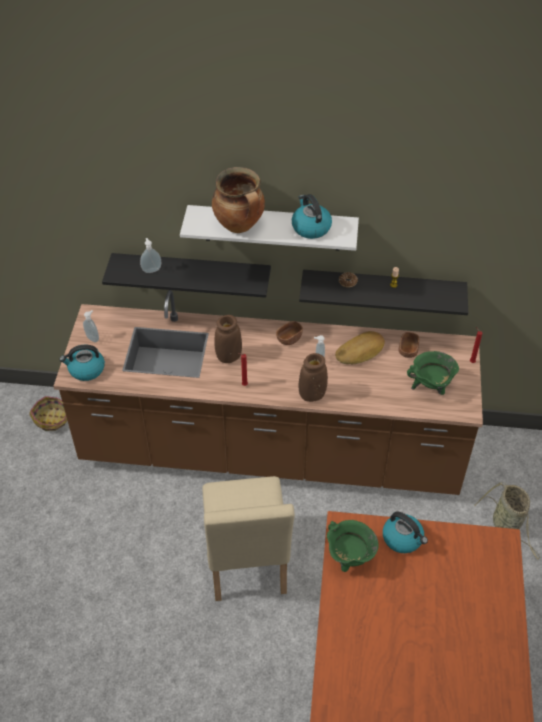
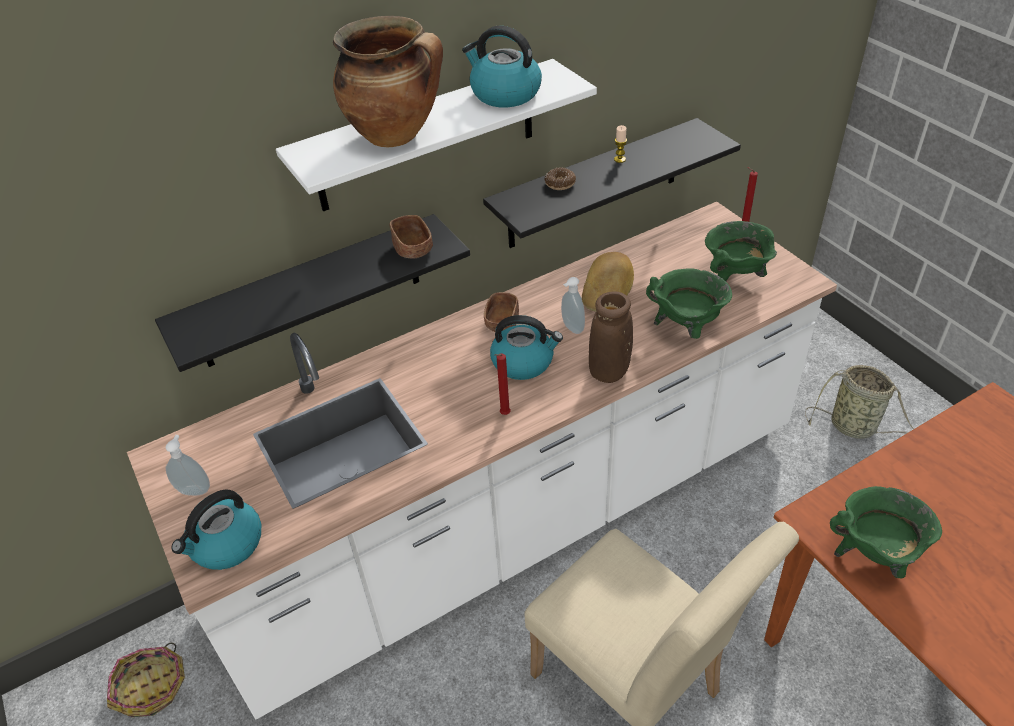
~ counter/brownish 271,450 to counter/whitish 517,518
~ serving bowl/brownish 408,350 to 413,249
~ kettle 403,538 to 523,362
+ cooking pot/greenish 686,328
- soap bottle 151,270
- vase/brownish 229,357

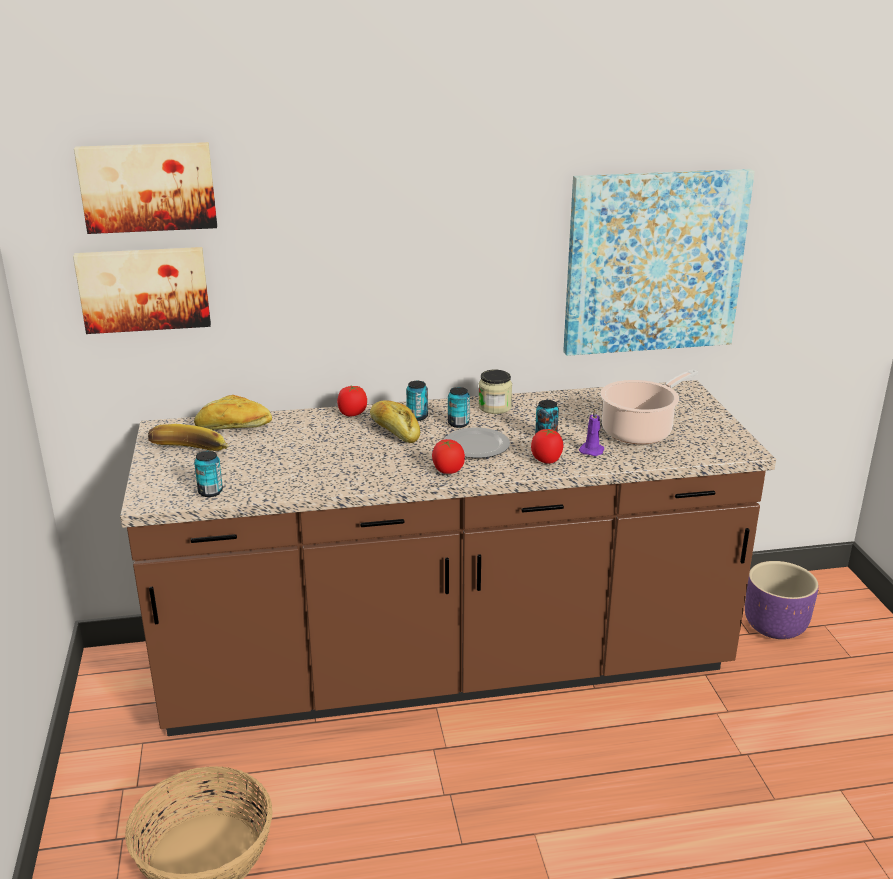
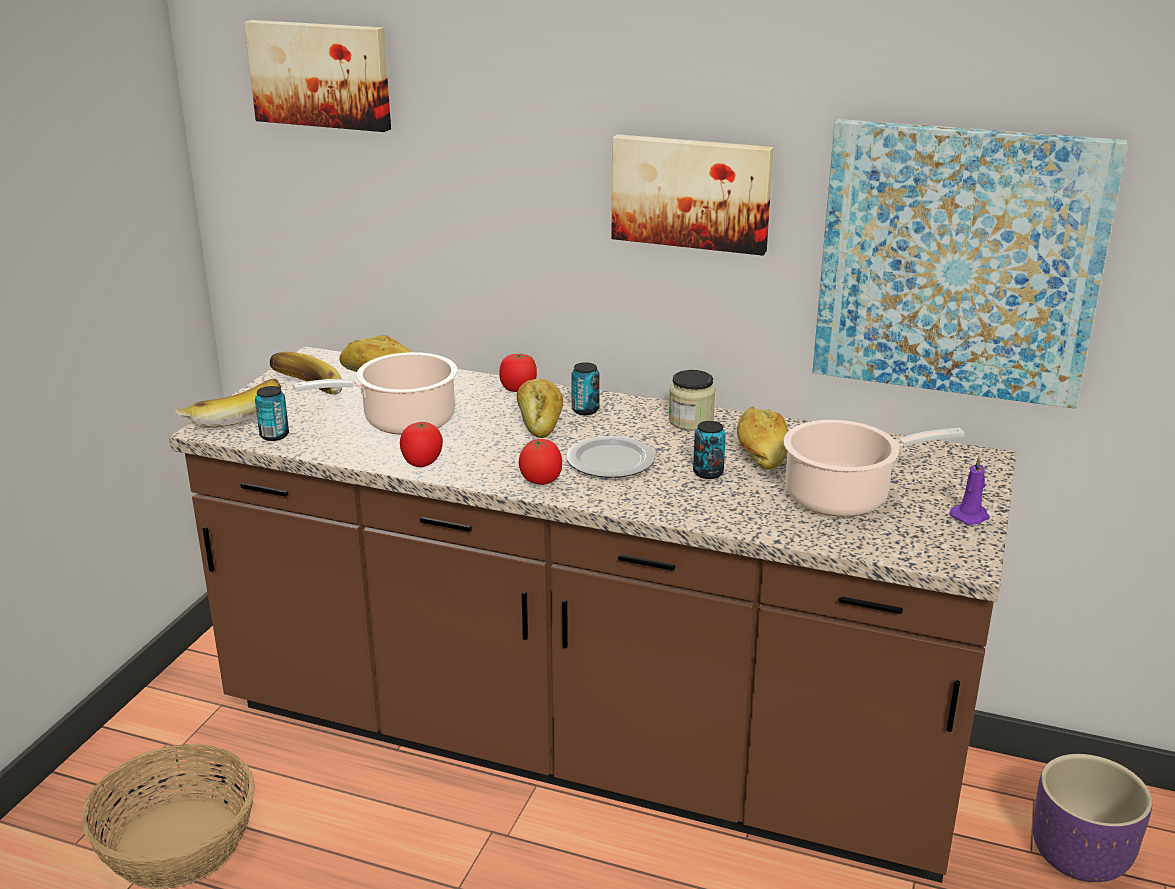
+ banana fruit 233,415
+ cooking pot 403,421
~ whole tomato 546,460 to 422,462
~ picture 144,288 to 691,192
+ bread 760,452
~ wax candle/purplish 592,450 to 970,516
- sealed can 458,424

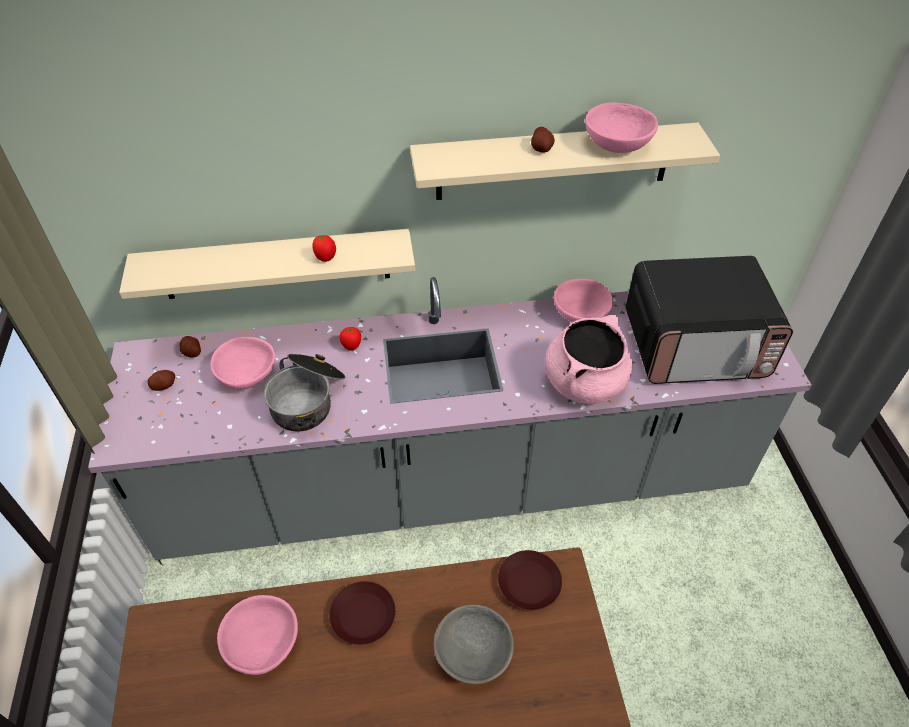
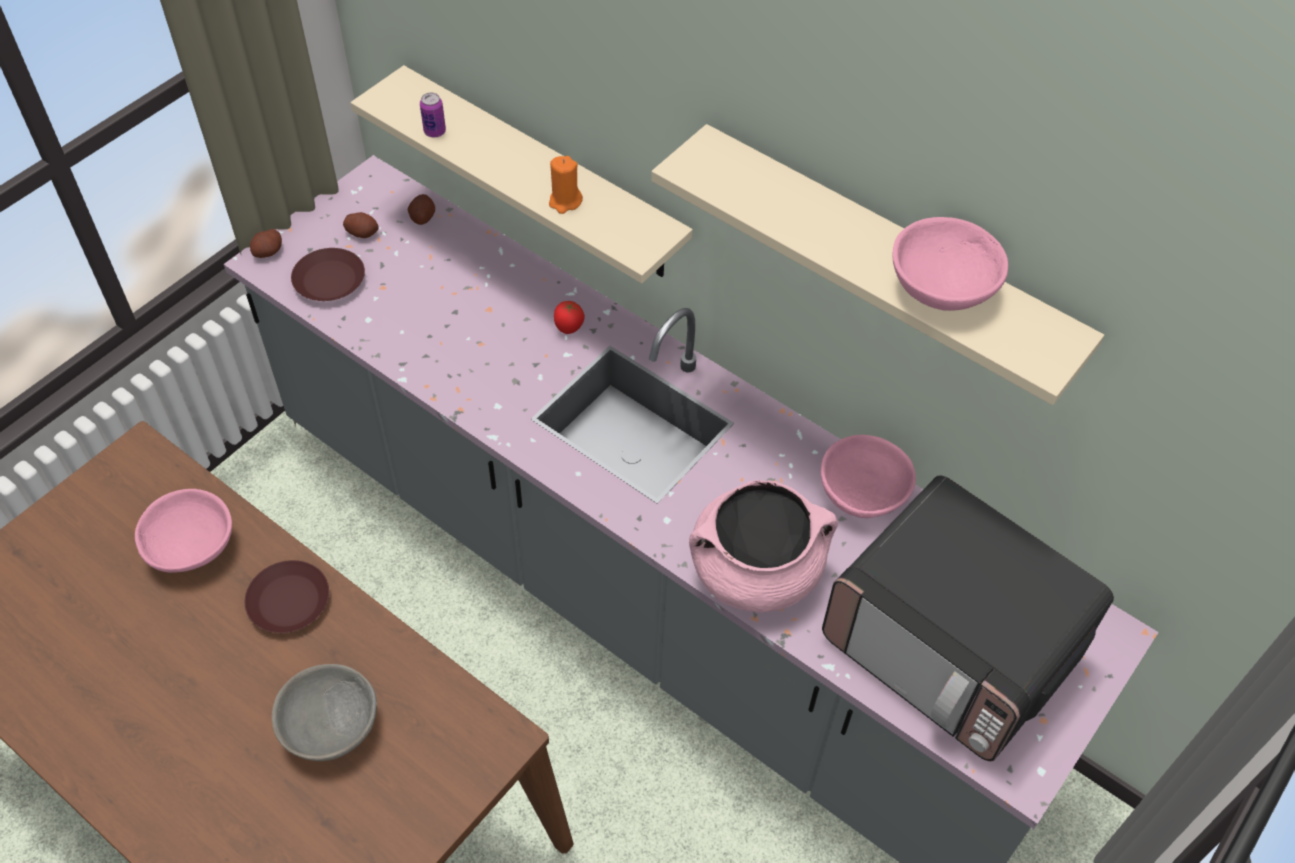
~ spud 541,148 to 268,252
~ flat dish/brownish 530,583 to 330,281
+ sealed can 435,131
~ whole tomato 326,258 to wax candle/orange 565,201
- serving bowl/pink 247,376
- cooking pot 308,400

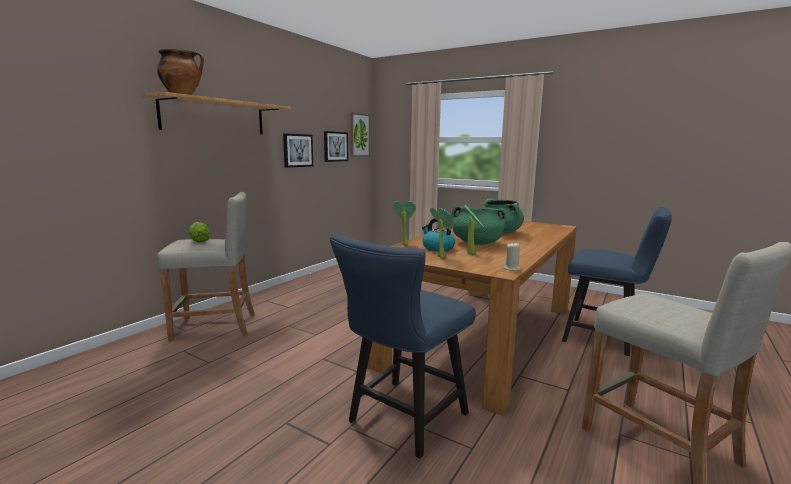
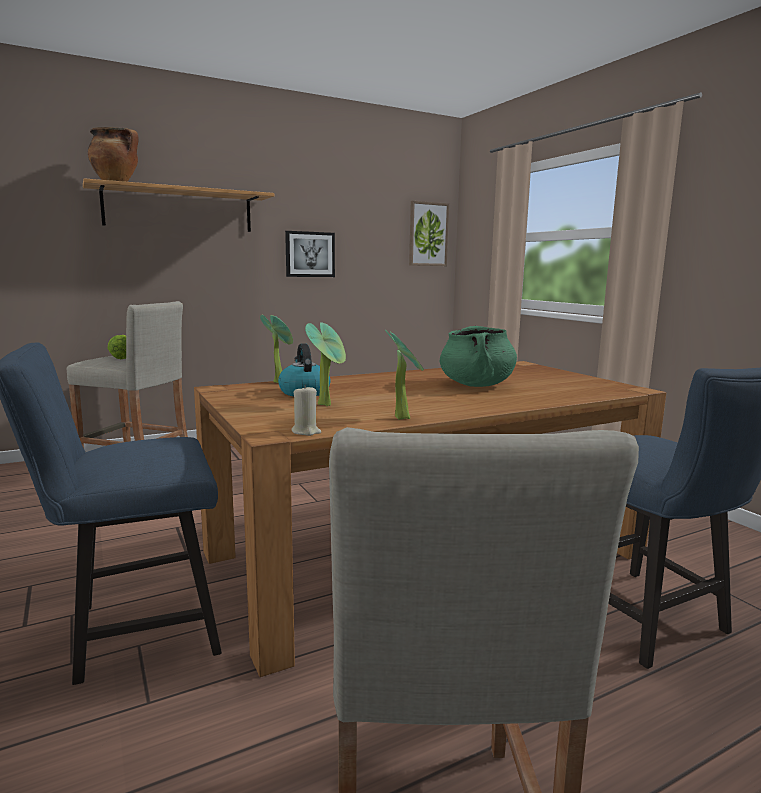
~ potted plant 441,256 to 403,417
- picture 335,146
- cooking pot/greenish 477,243

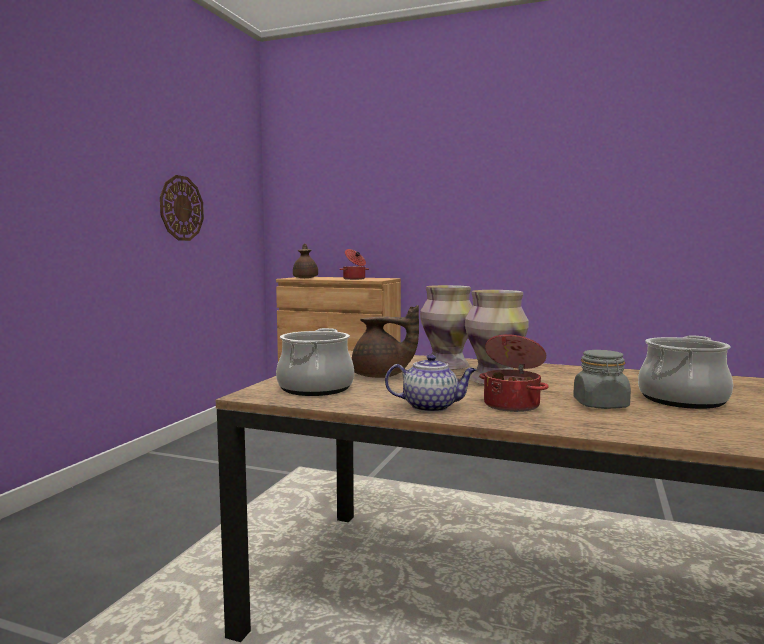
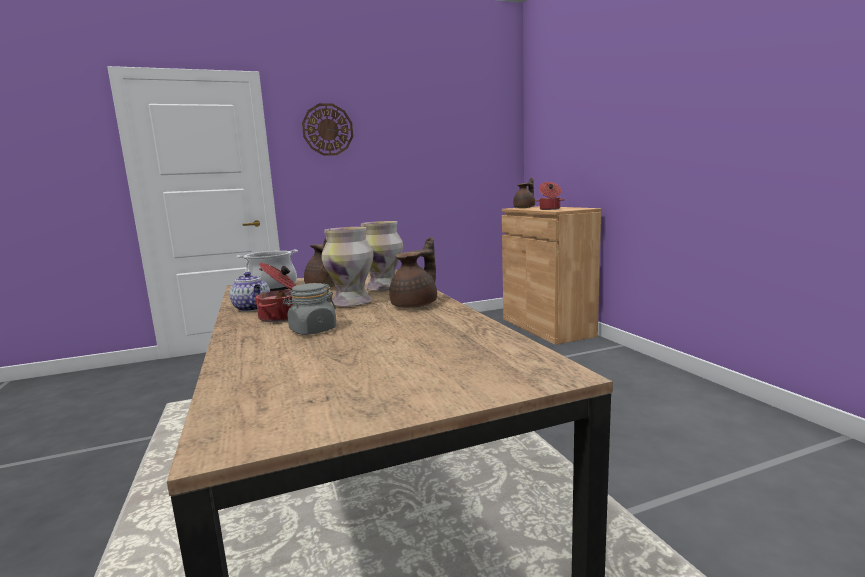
~ hanging clock 181,208 to 327,129
+ pot for tea/brownish 416,305
- cooking pot 682,399

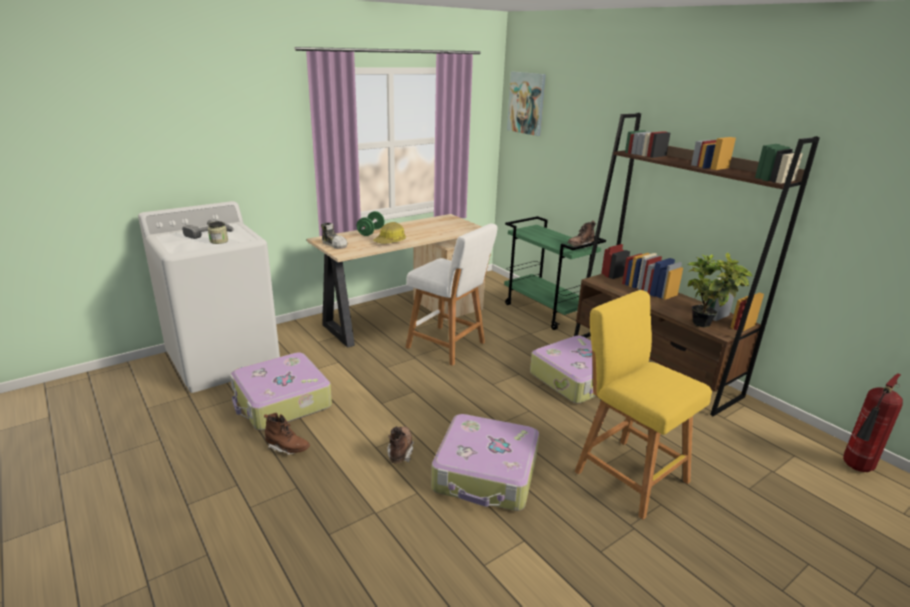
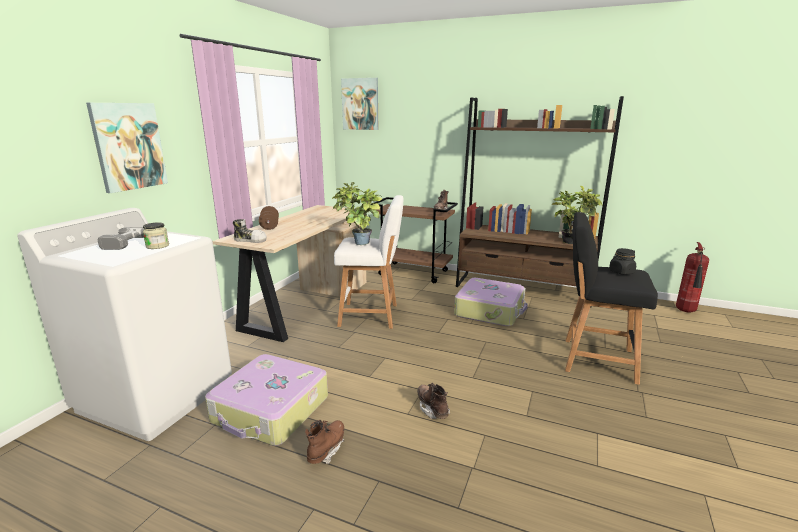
+ picture 128,146
~ hand weight/greenish 371,232 to hand weight/brownish 269,226
~ boot/brownish 287,448 = 326,449 60 degrees counterclockwise
+ potted plant 358,244
~ trolley/greenish 546,311 to trolley/brownish 414,273
~ stool/yellow-coloured 626,473 to stool/black-coloured 594,359
+ storage jar/black-coloured 621,272
- work helmet 390,241
- piece of luggage 486,474

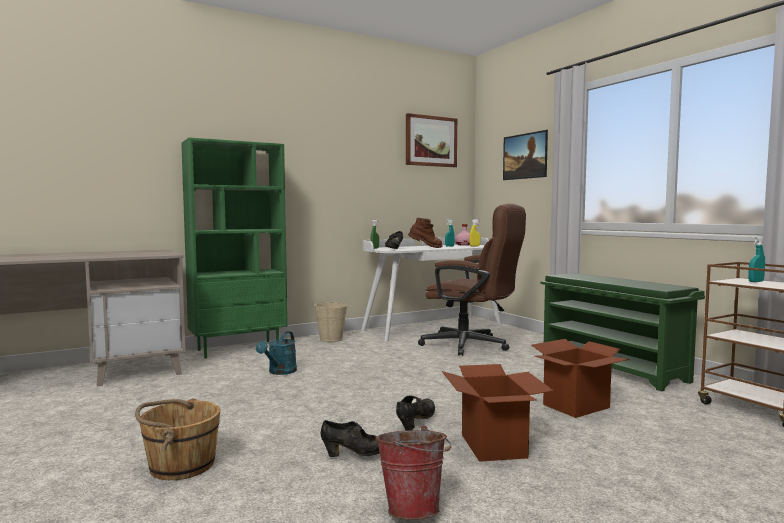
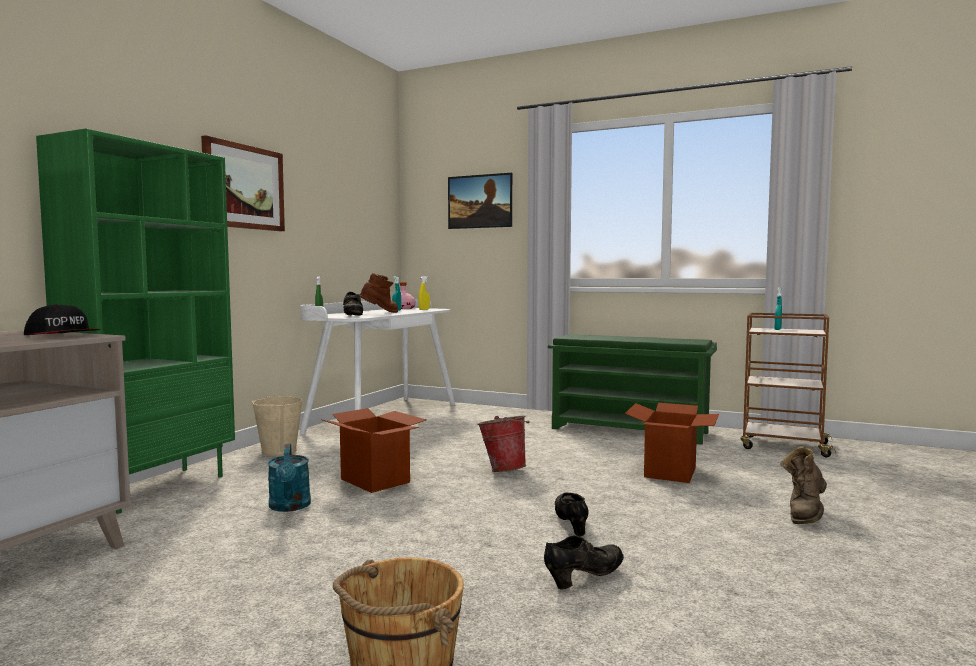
+ peaked cap 63,336
~ picture 431,141 to 243,187
~ packing box 493,446 to 375,481
~ water bucket 413,508 to 503,469
+ boot/brownish 805,514
- office chair/brownish 472,346

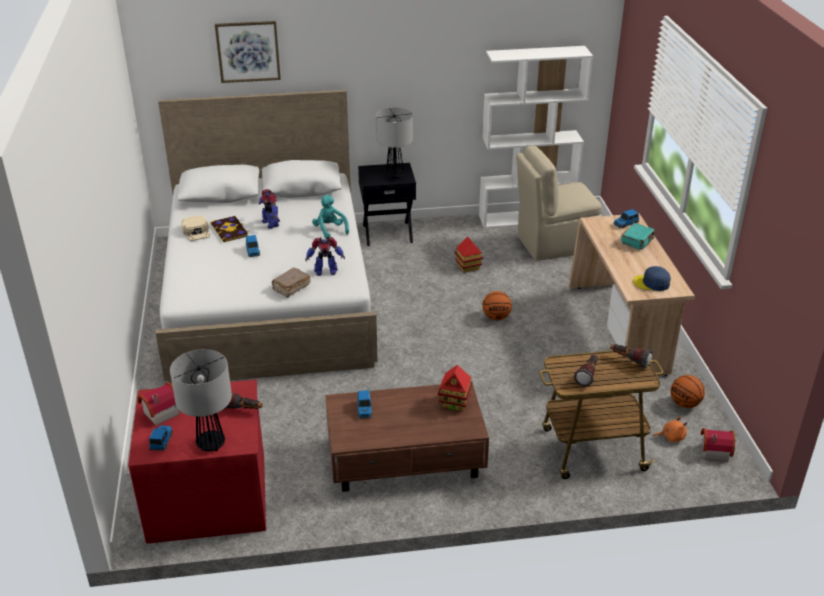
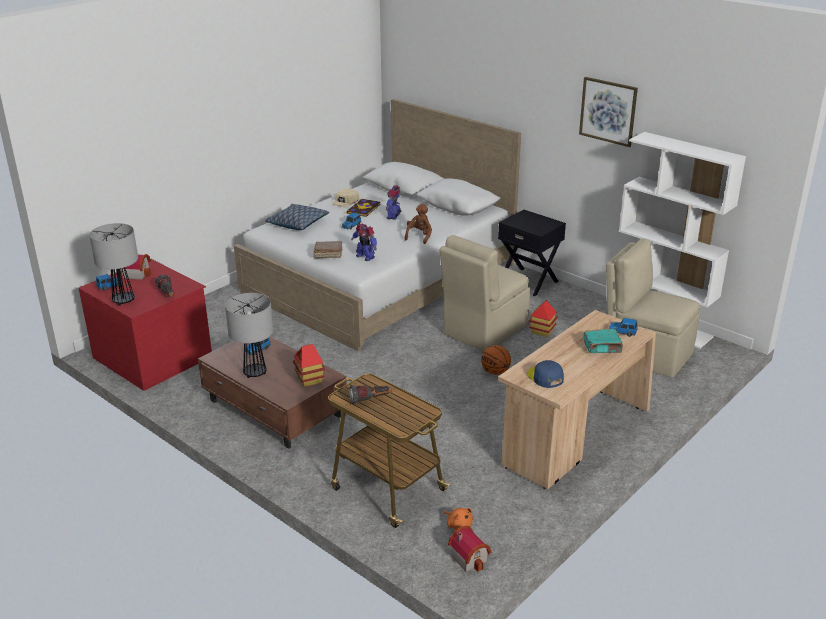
~ lamp for a table 395,176 to 255,373
+ throw pillow 297,223
~ soft toy/turquoise 330,230 to soft toy/brownish 419,236
+ chair/beige 483,331
~ picture 248,51 to 608,111
- torch 629,361
- basketball ball 685,404

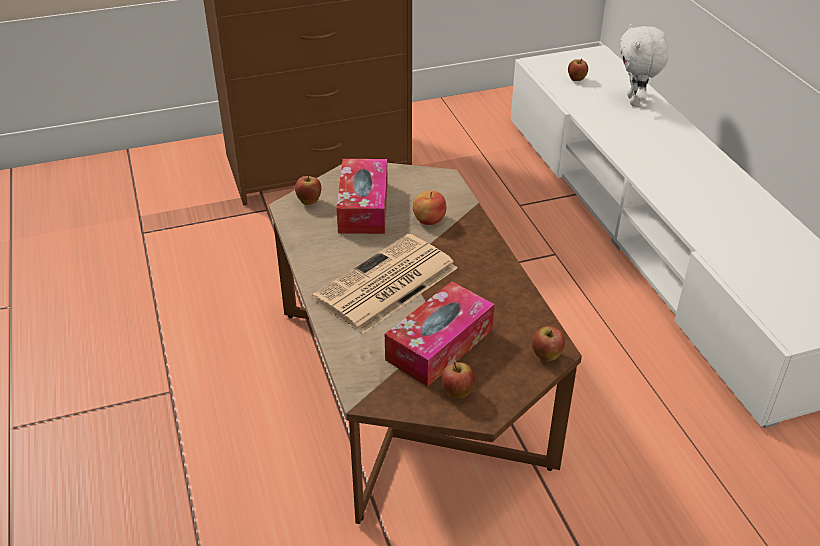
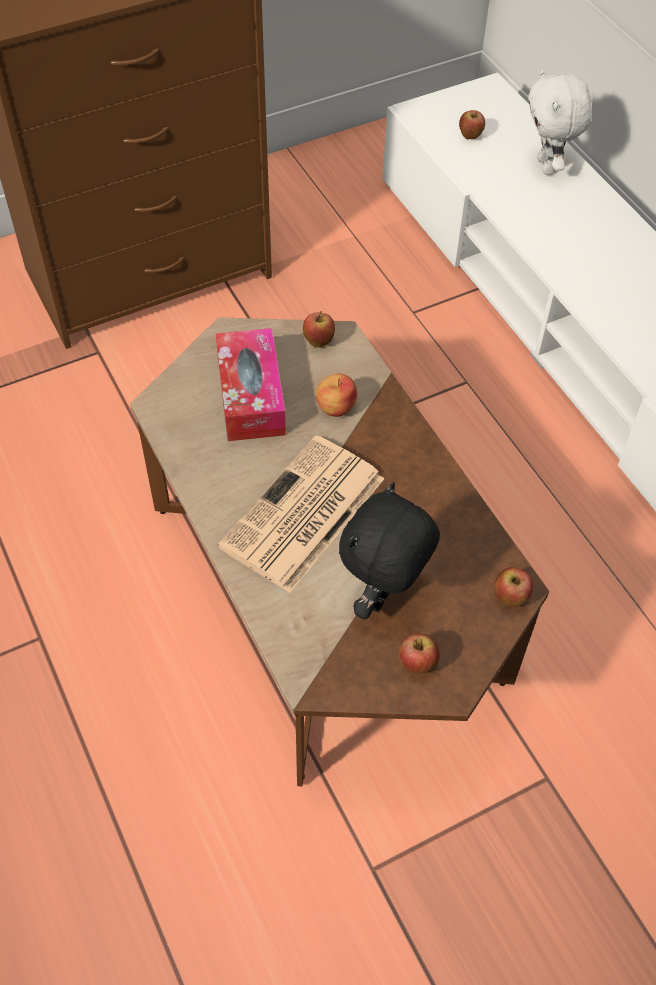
~ whole apple 309,202 to 318,342
~ box of tissues 439,344 to soft toy/black-coloured 383,597

